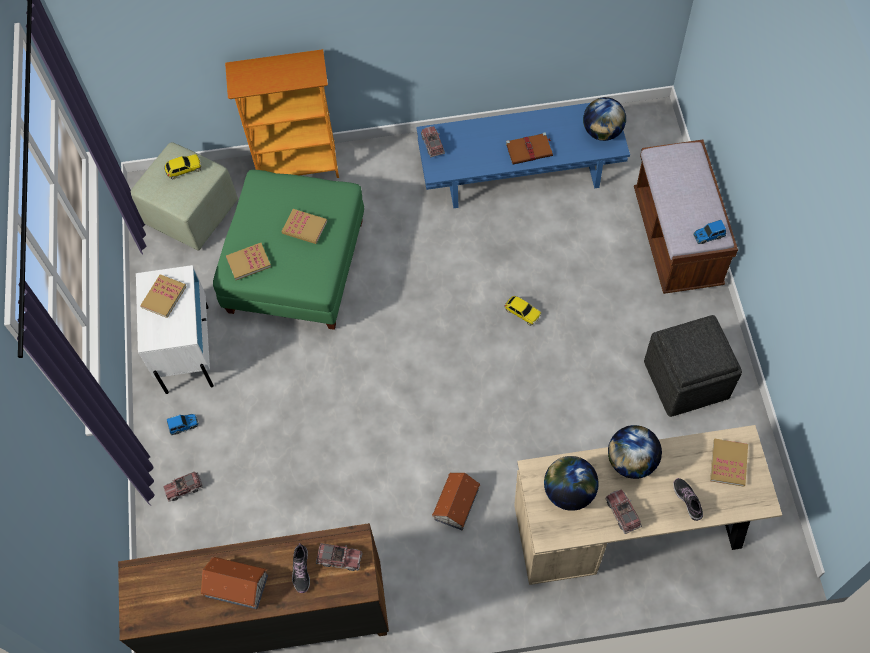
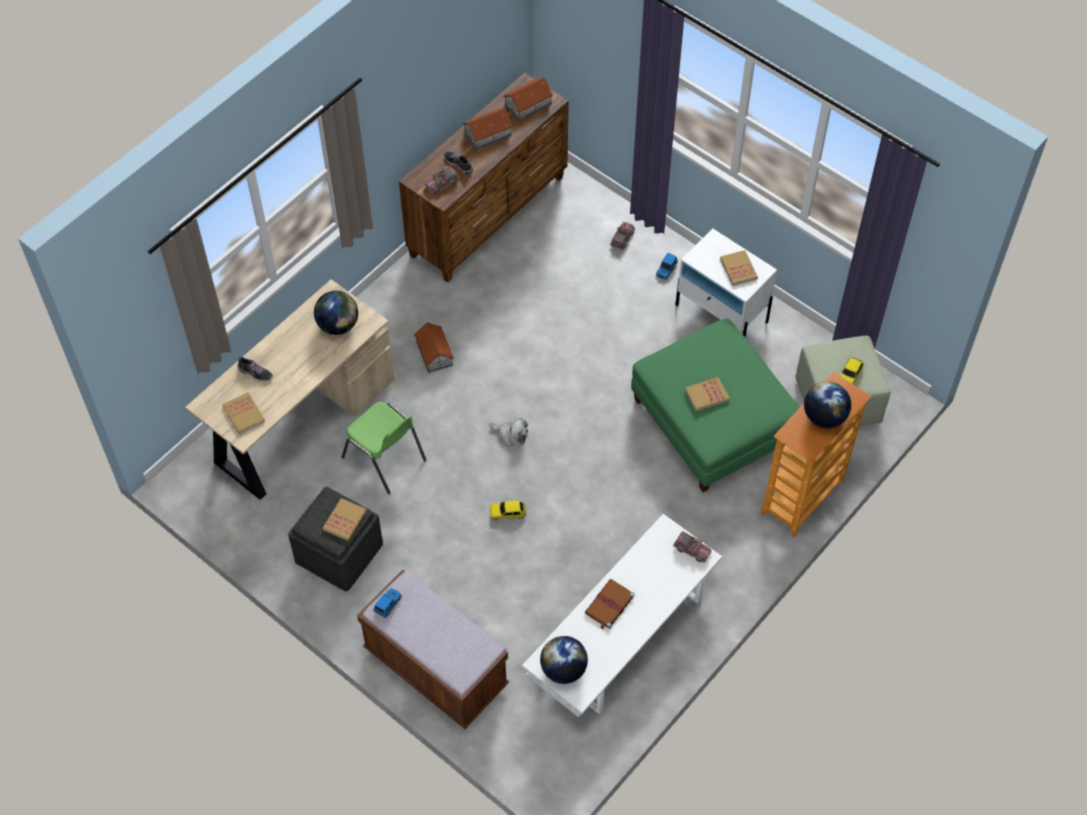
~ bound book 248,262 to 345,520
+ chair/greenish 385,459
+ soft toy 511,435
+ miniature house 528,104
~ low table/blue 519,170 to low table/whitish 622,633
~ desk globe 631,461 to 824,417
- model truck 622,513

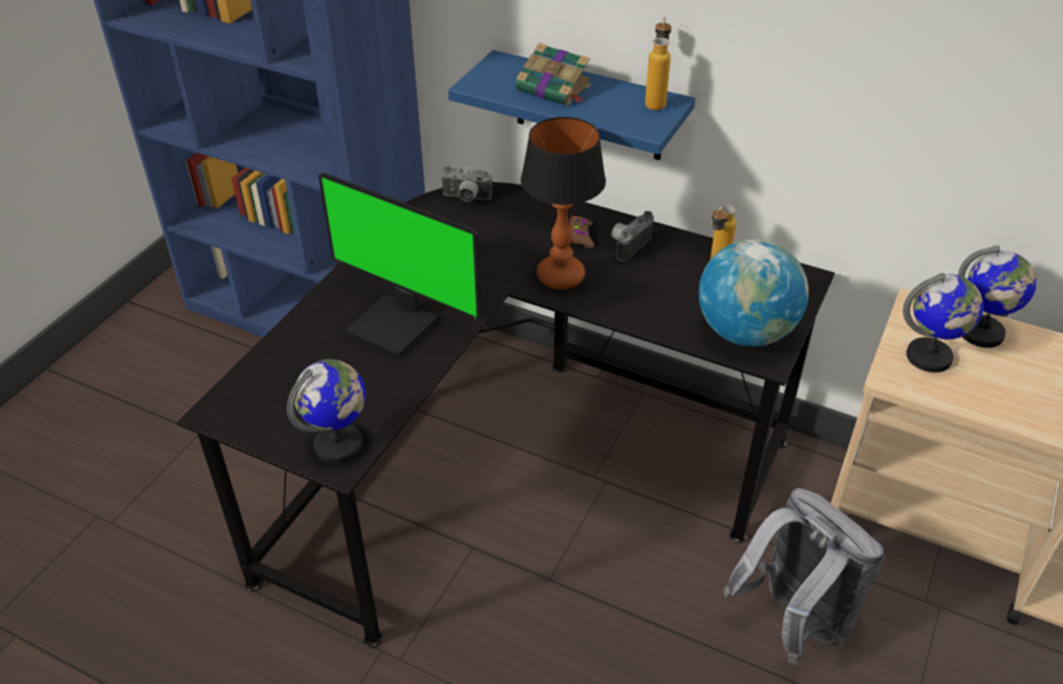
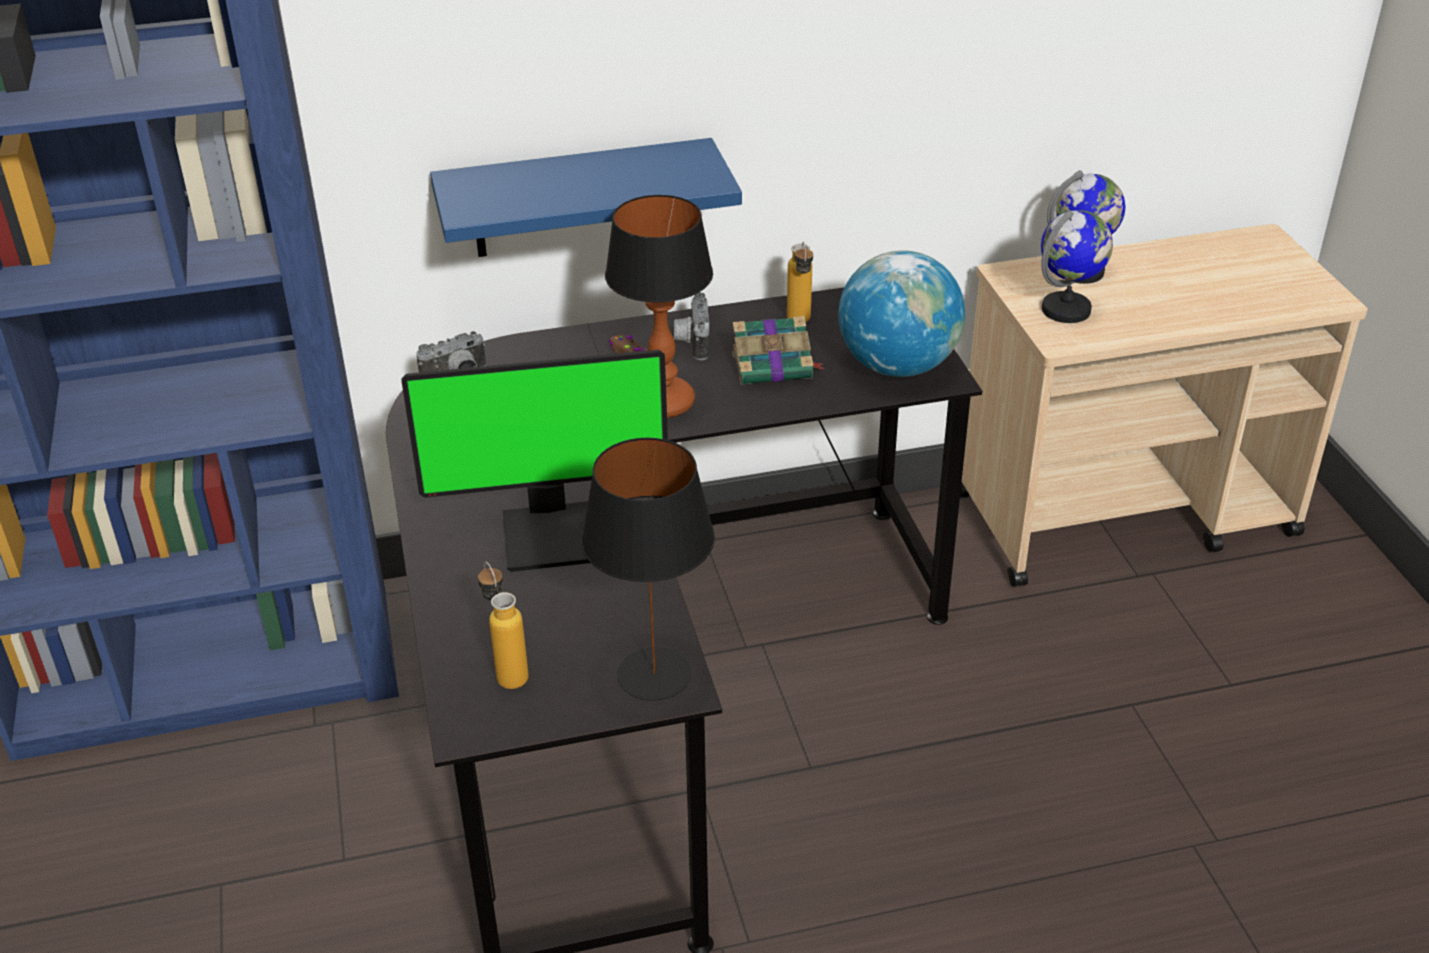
~ drink bottle 656,101 to 507,671
~ desk globe 339,445 to lamp for a table/black-coloured 653,673
~ bound book 554,89 to 774,366
- backpack/grey 793,621

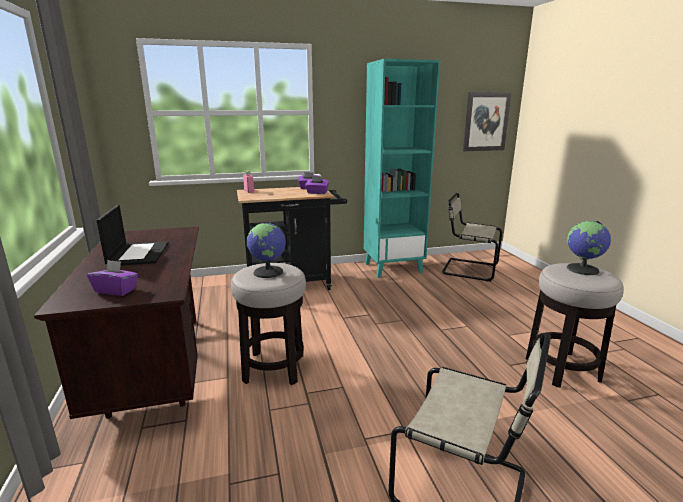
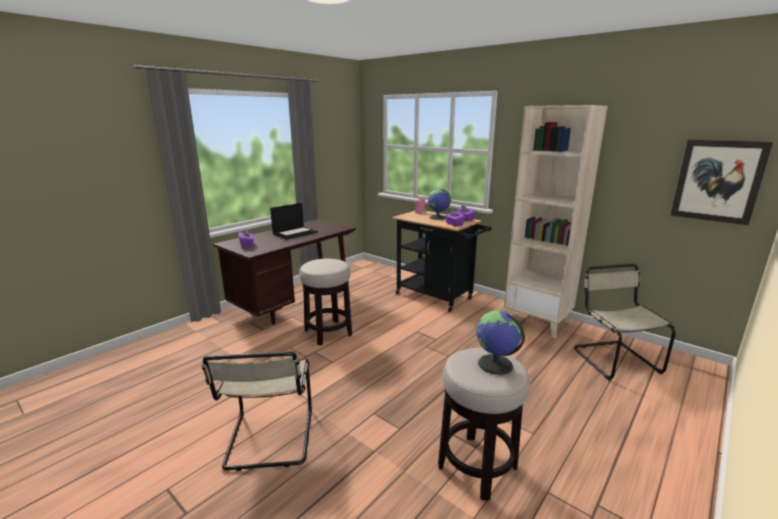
~ desk globe 268,272 to 437,217
~ shelving unit/turquoise 393,268 to shelving unit/beige 538,322

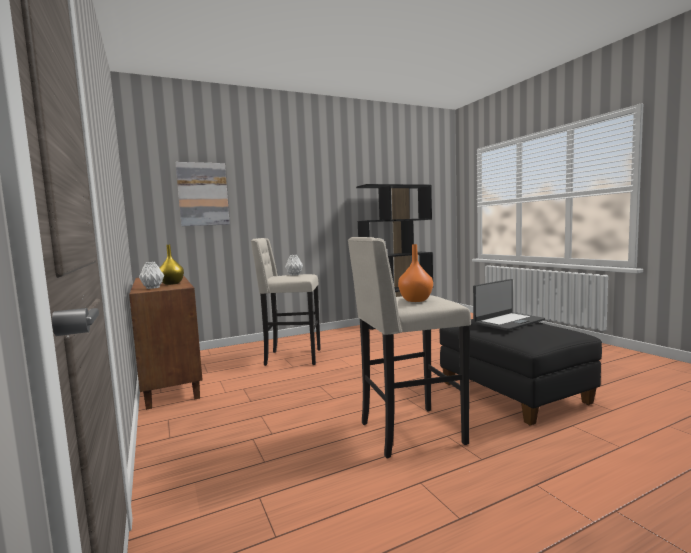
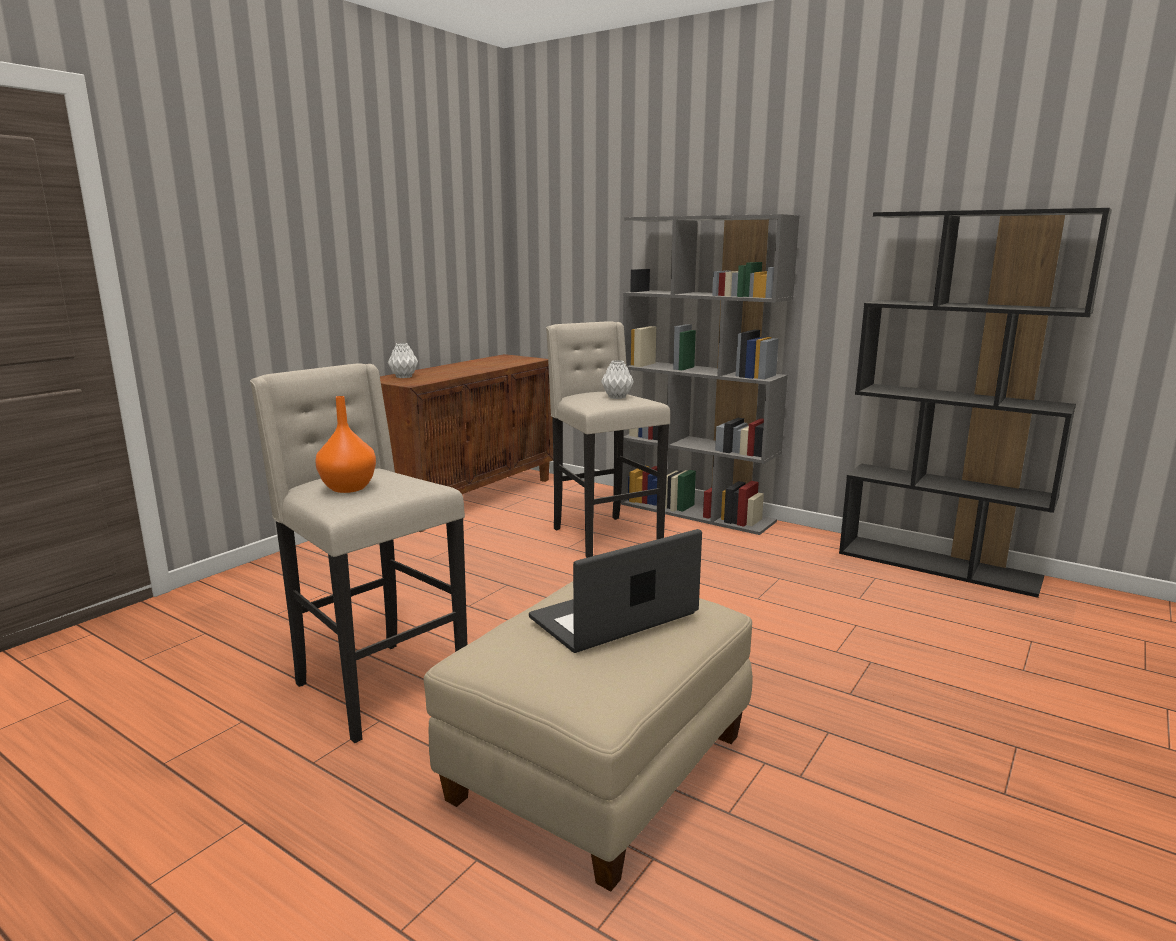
~ ottoman/black-coloured 514,394 to ottoman/beige 600,771
~ portable computer 508,322 = 615,617 120 degrees clockwise
+ shelving unit/grey 697,512
- vase/yellow-coloured 171,283
- picture 203,194

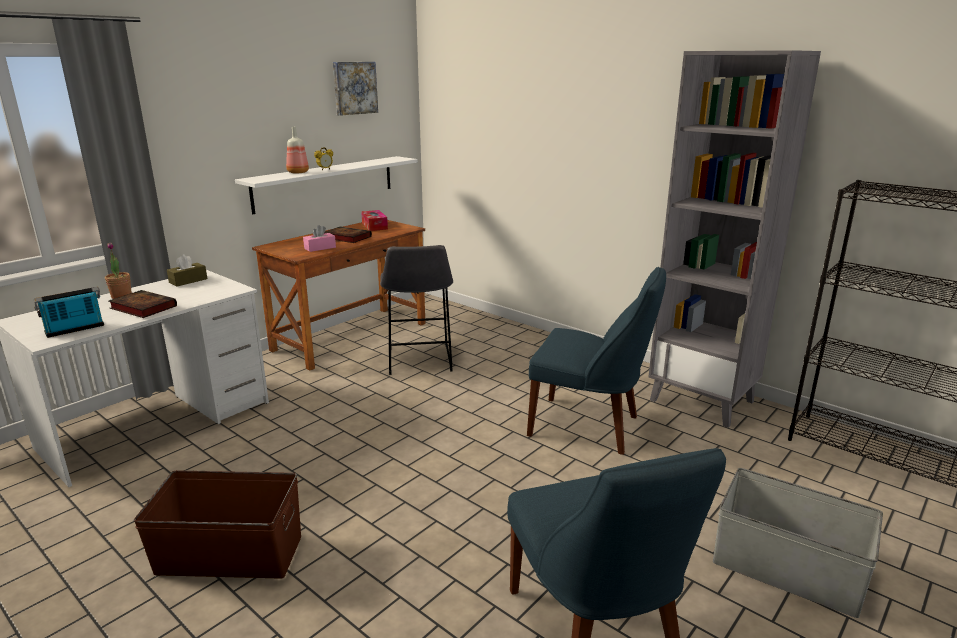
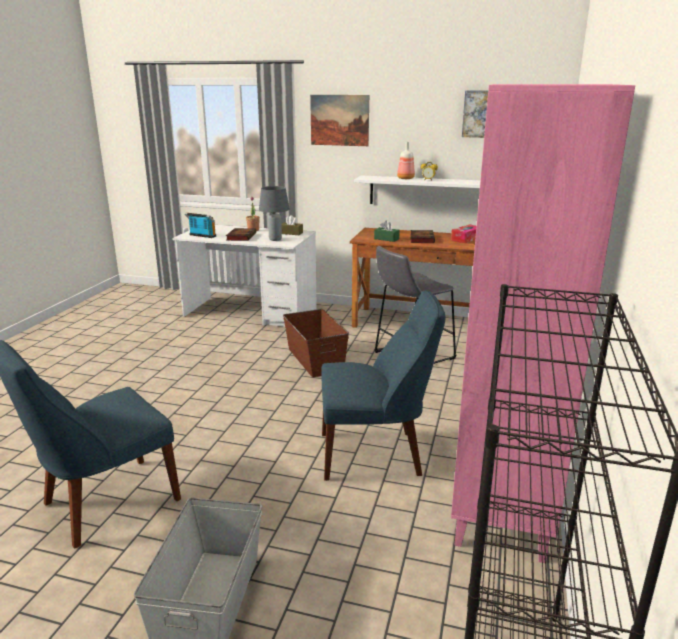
+ lamp for a table/grey 275,239
~ storage box/brownish 229,554 to 315,359
+ picture 339,120
~ chair/blue 589,426 = 375,454 90 degrees counterclockwise
~ box of tissues/pink 320,248 to box of tissues/greenish 386,239
~ shelving unit/grey 702,400 to shelving unit/pink 502,519

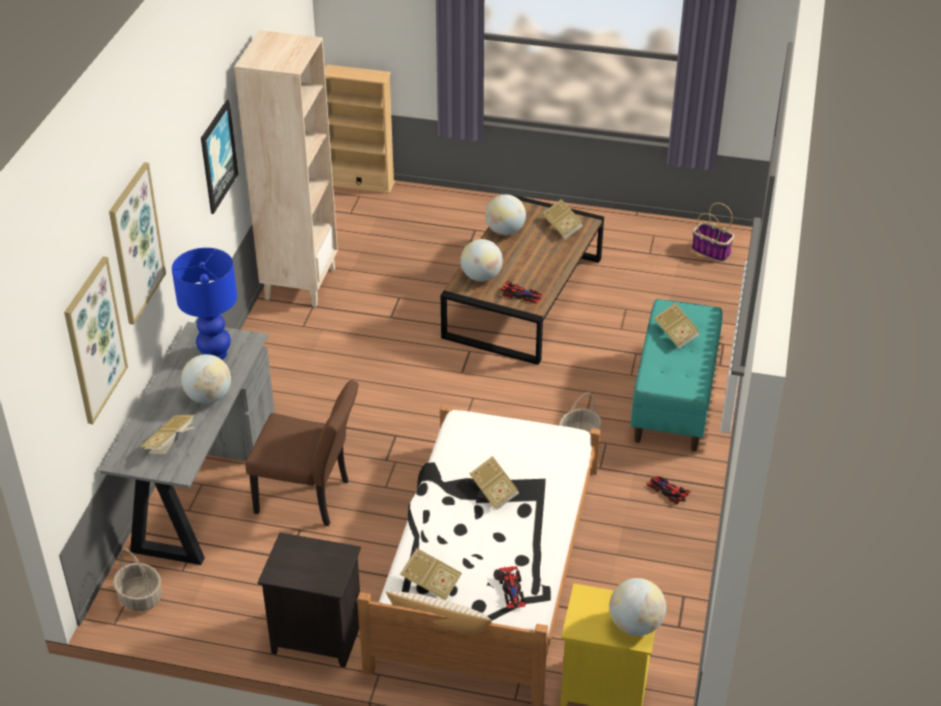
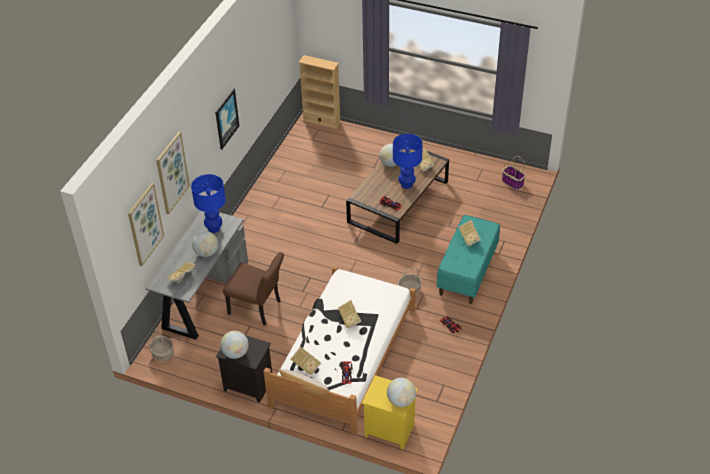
~ desk globe 481,277 to 235,353
+ lamp for a table/blue 406,184
- shelving unit/beige 300,283

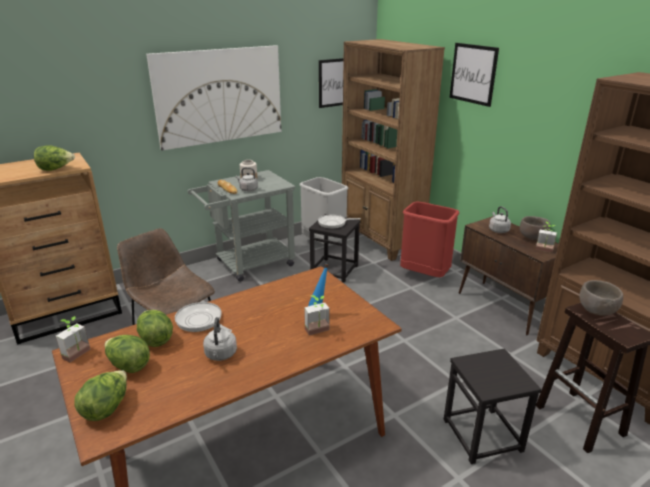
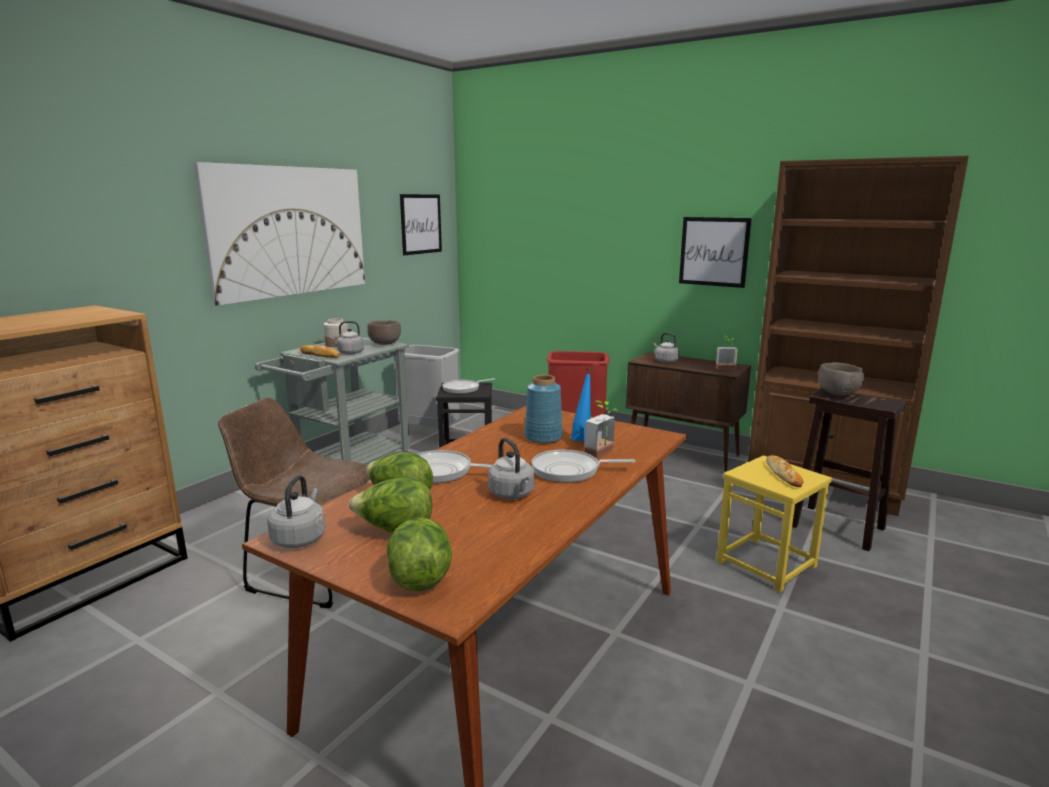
~ potted plant 79,355 to kettle/grey 300,538
~ serving bowl/brownish 532,238 to 385,344
+ vase/blue 543,437
+ skillet 570,471
~ picture 473,74 to 714,251
~ stool/black-coloured 483,435 to stool/yellow-coloured 766,563
+ bread 783,474
- head of lettuce 56,169
- shelving unit/brownish 381,240

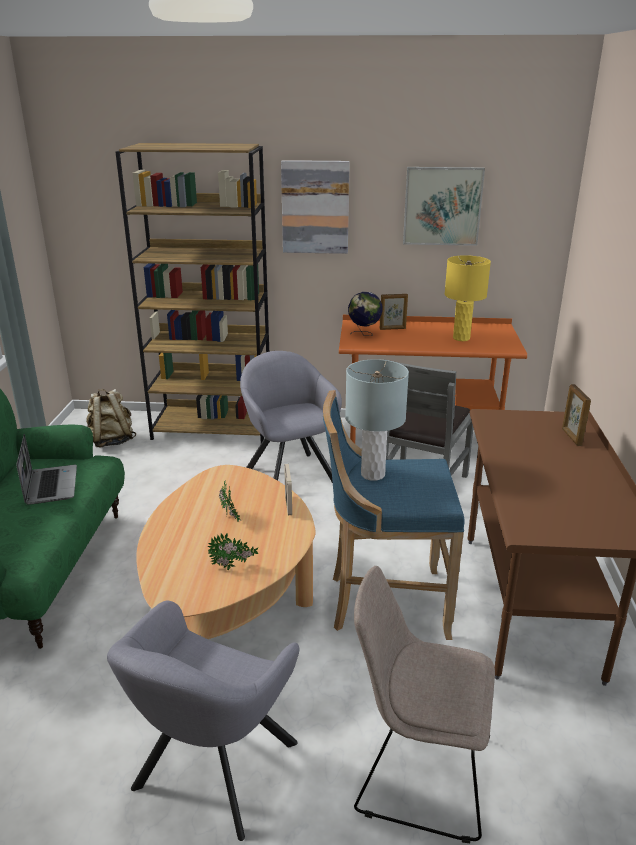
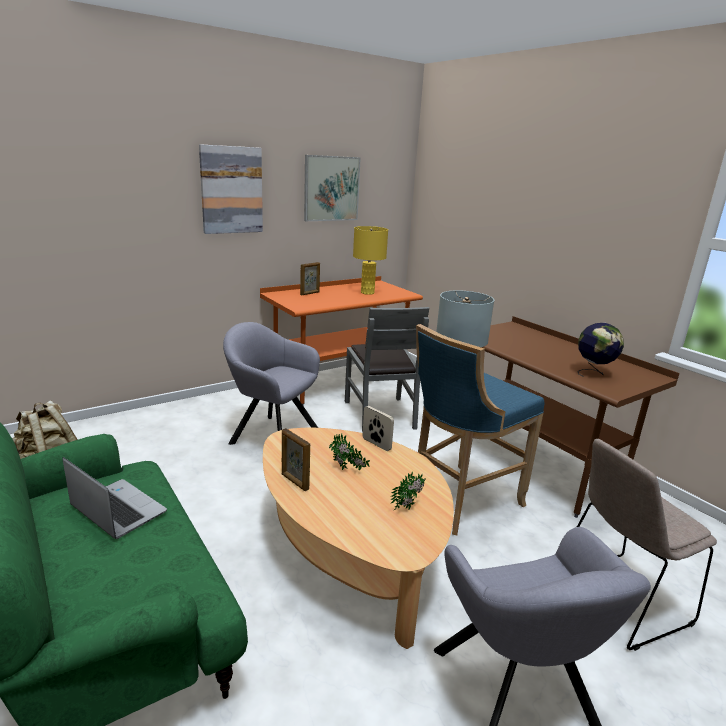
~ standing frame 571,437 to 294,482
~ desk globe 364,334 to 593,373
- shelving unit/brownish 213,428

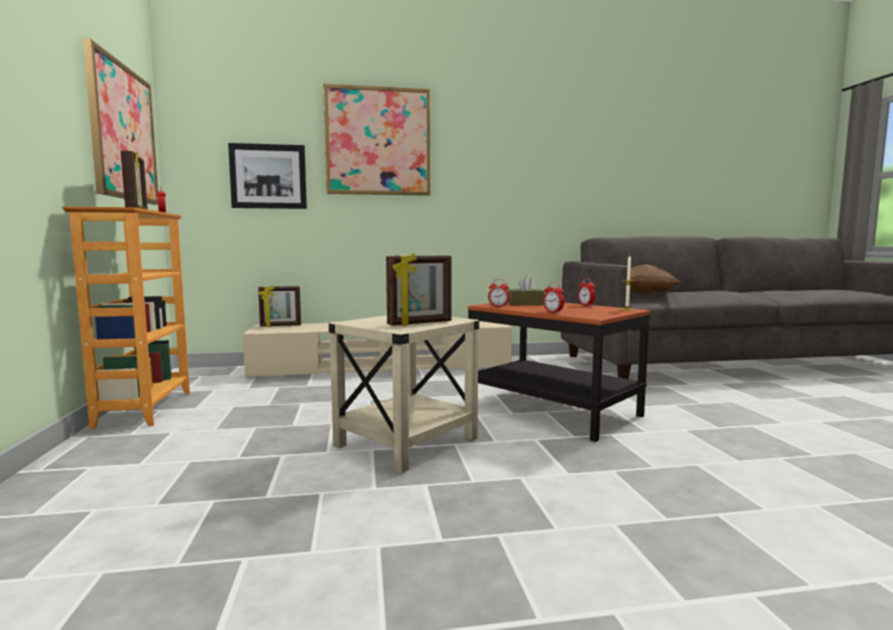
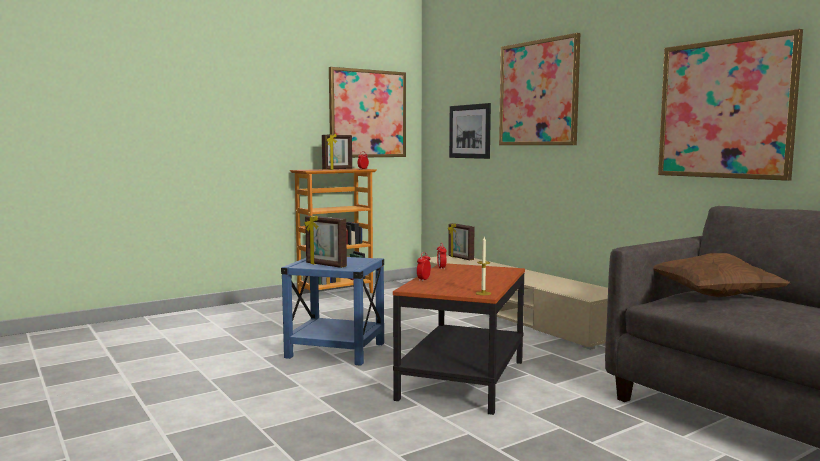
~ end table/beige 407,442 to end table/blue 336,351
+ picture 725,109
- box of tissues/brownish 525,304
- bedside clock 586,305

